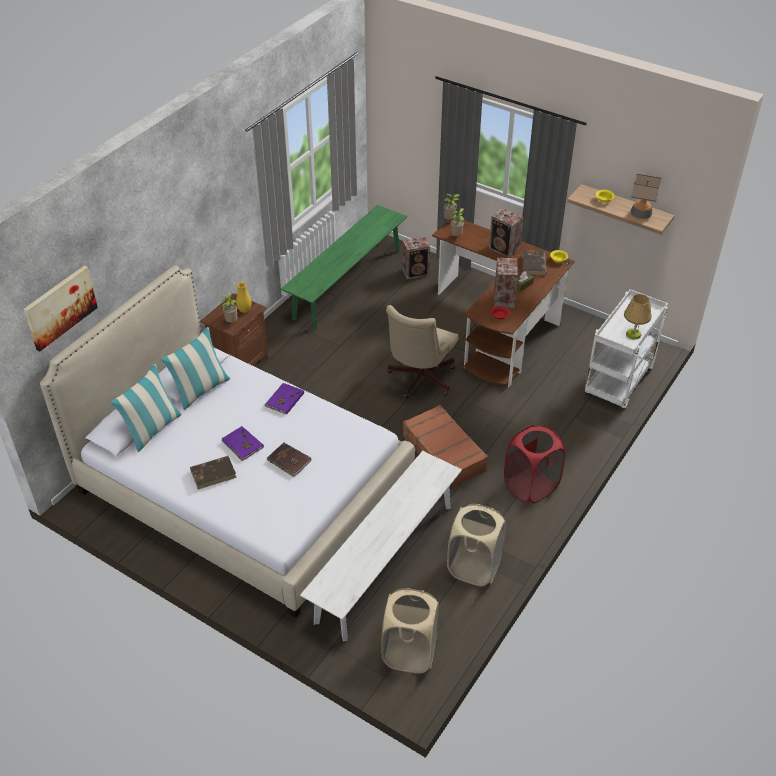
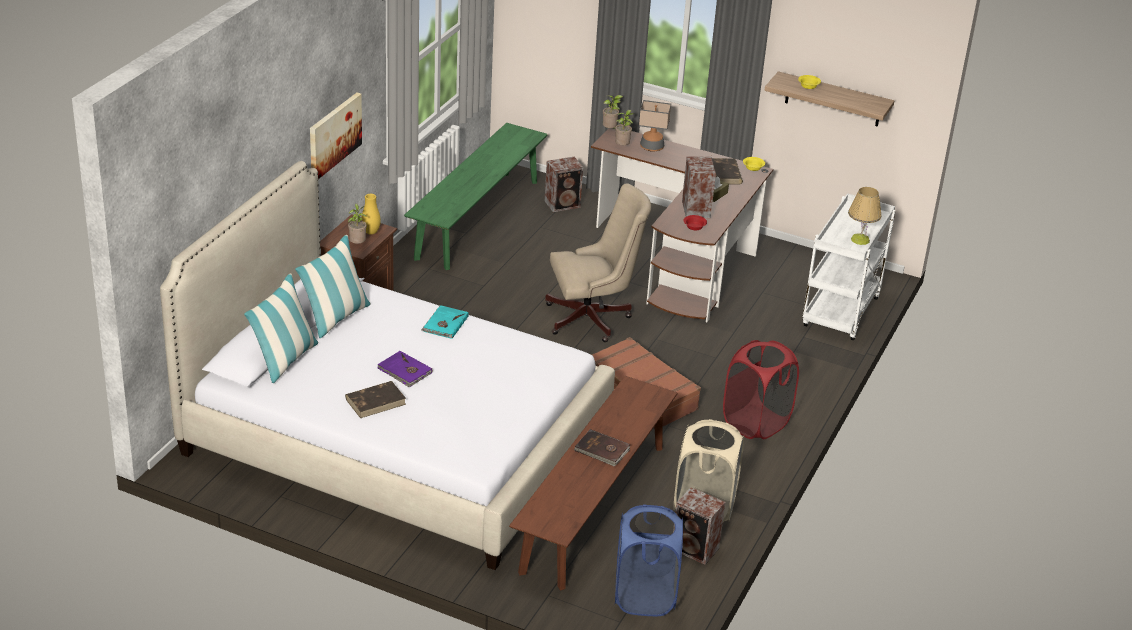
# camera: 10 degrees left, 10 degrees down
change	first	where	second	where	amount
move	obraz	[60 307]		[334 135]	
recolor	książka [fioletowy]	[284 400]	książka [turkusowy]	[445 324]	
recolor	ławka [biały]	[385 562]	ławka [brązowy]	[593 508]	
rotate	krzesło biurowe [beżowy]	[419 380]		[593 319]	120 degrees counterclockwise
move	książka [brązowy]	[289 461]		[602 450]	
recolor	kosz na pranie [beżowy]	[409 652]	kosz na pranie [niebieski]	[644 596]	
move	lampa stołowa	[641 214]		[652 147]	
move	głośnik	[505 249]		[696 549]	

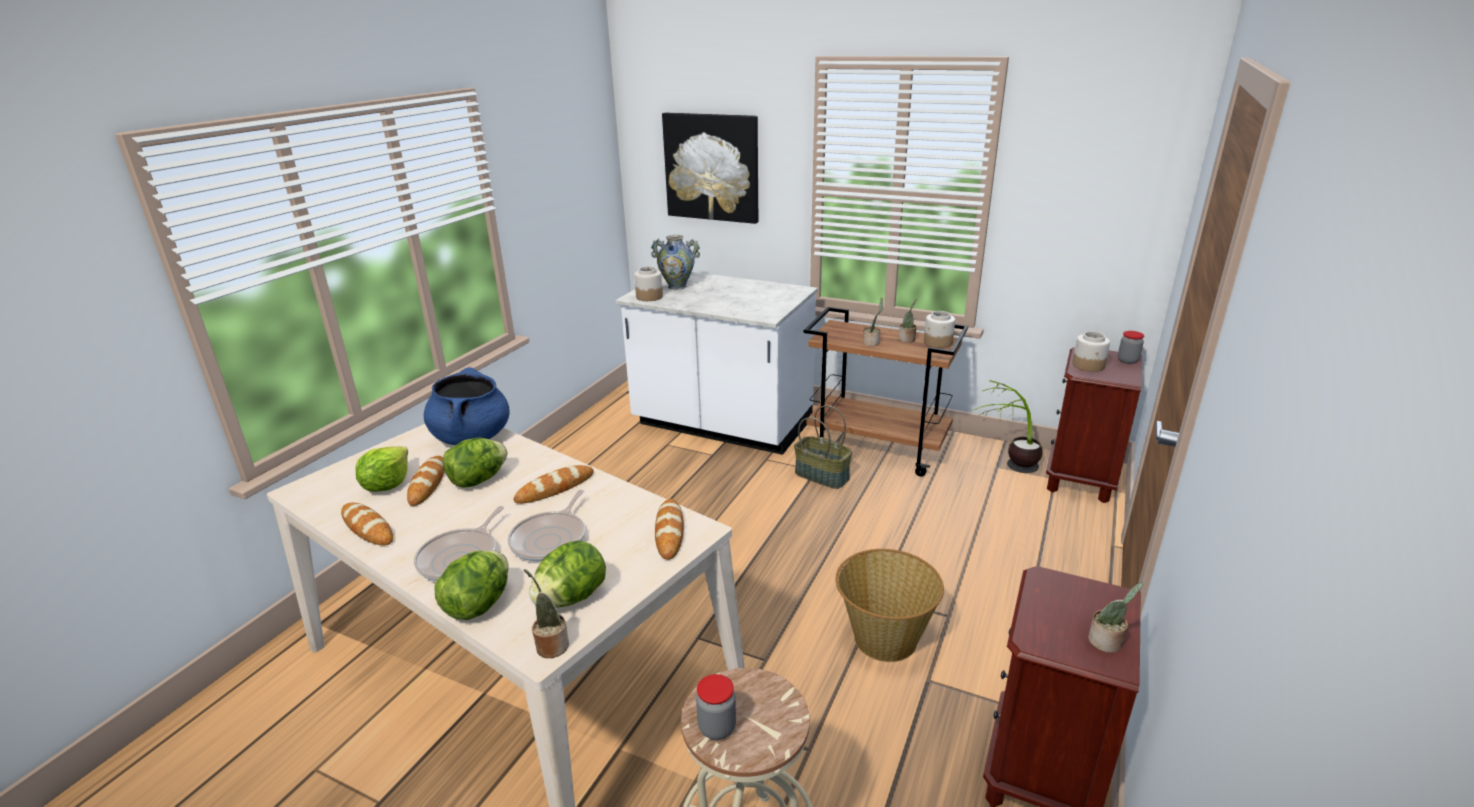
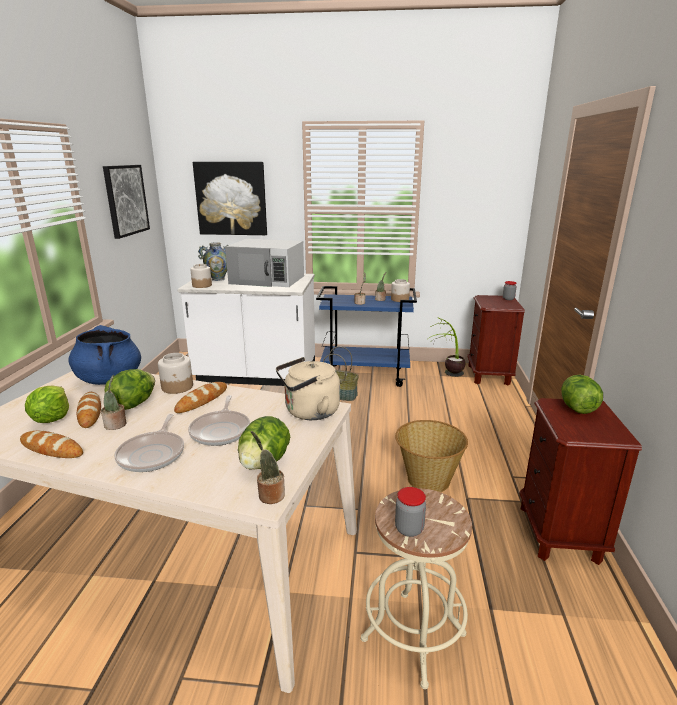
# camera: 20 degrees left, 5 degrees down
change	first	where	second	where	amount
move	roślina doniczkowa	[1107 643]		[116 425]	
insert			obraz	[126 200]	
move	słoik	[1088 366]		[177 387]	
insert			mikrofalówka [biały]	[268 280]	
replace	chleb	[669 532]	czajnik [beżowy]	[309 412]	
recolor	wózek [brązowy]	[878 448]	wózek [niebieski]	[366 375]	
move	sałata	[478 605]		[577 408]	

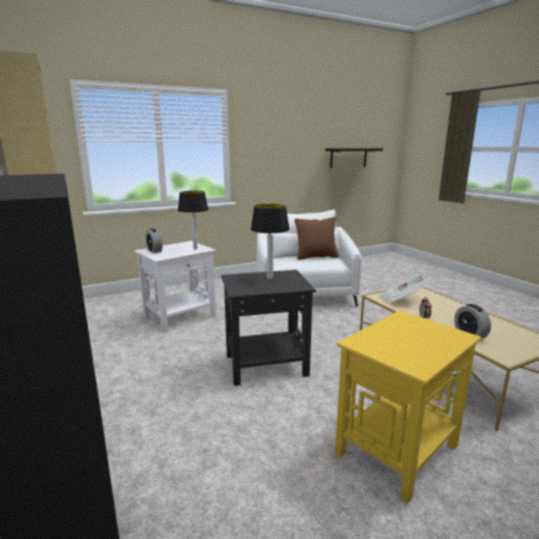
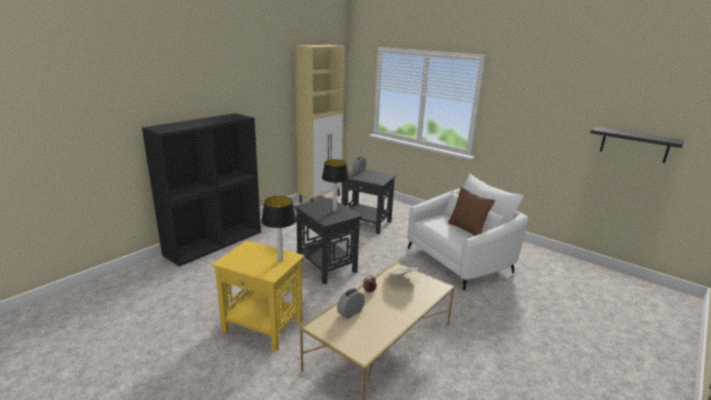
# camera: 65 degrees right, 5 degrees up
change	first	where	second	where	amount
move	lampa stołowa	[195 248]		[280 260]	
recolor	stolik [biały]	[181 316]	stolik [czarny]	[367 223]	

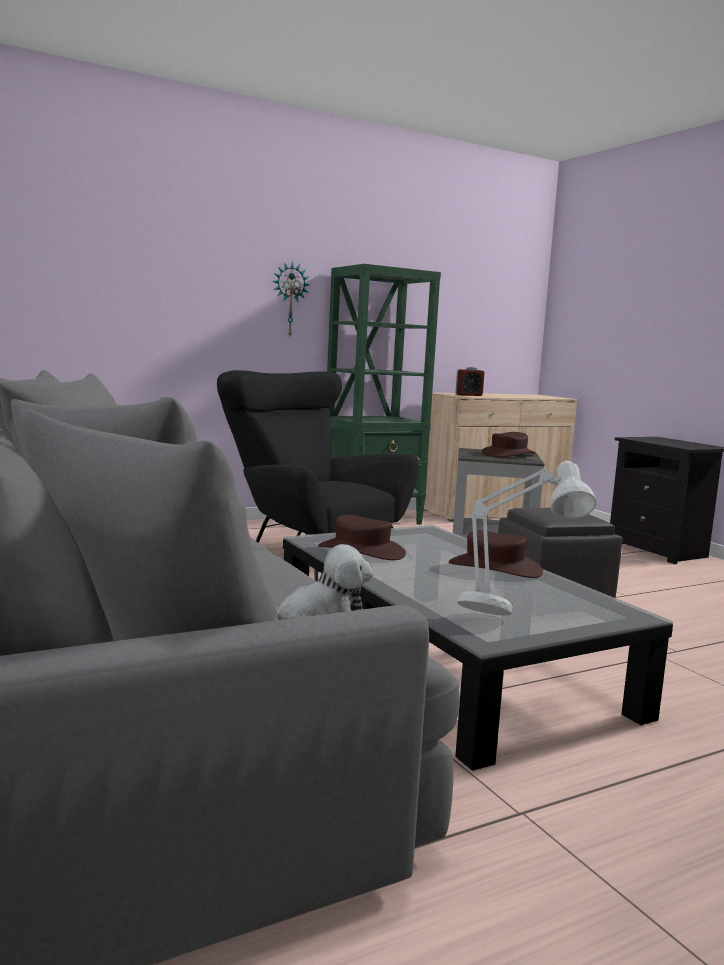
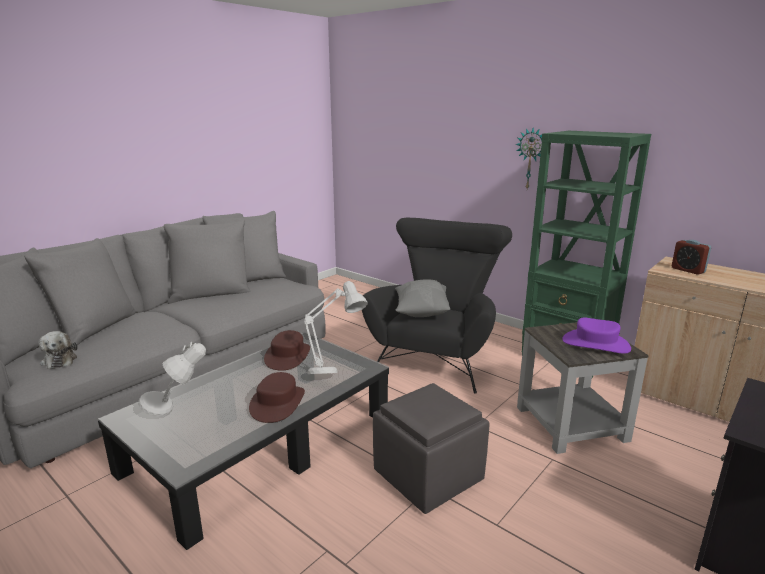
# camera: 70 degrees right, 10 degrees up
change	first	where	second	where	amount
insert			lampa stołowa [szary]	[334 366]	
insert			poduszka [szary]	[421 312]	
recolor	kapelusz [brązowy]	[508 454]	kapelusz [fioletowy]	[595 344]	

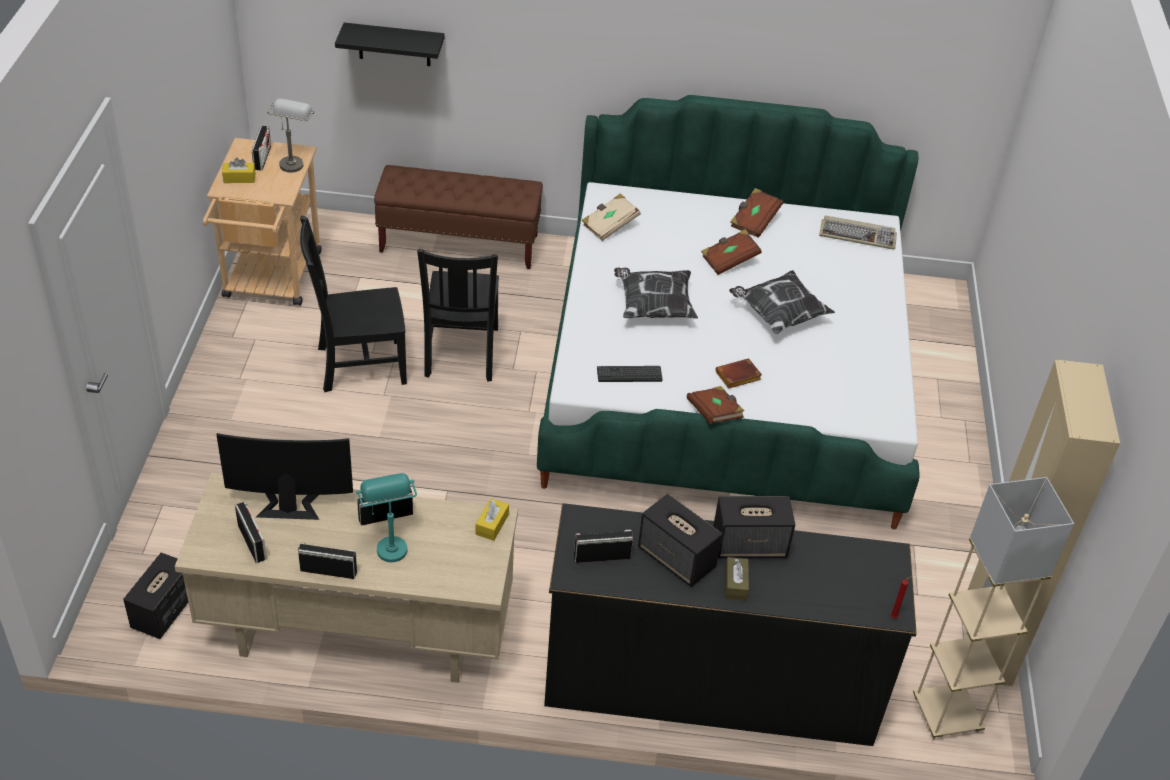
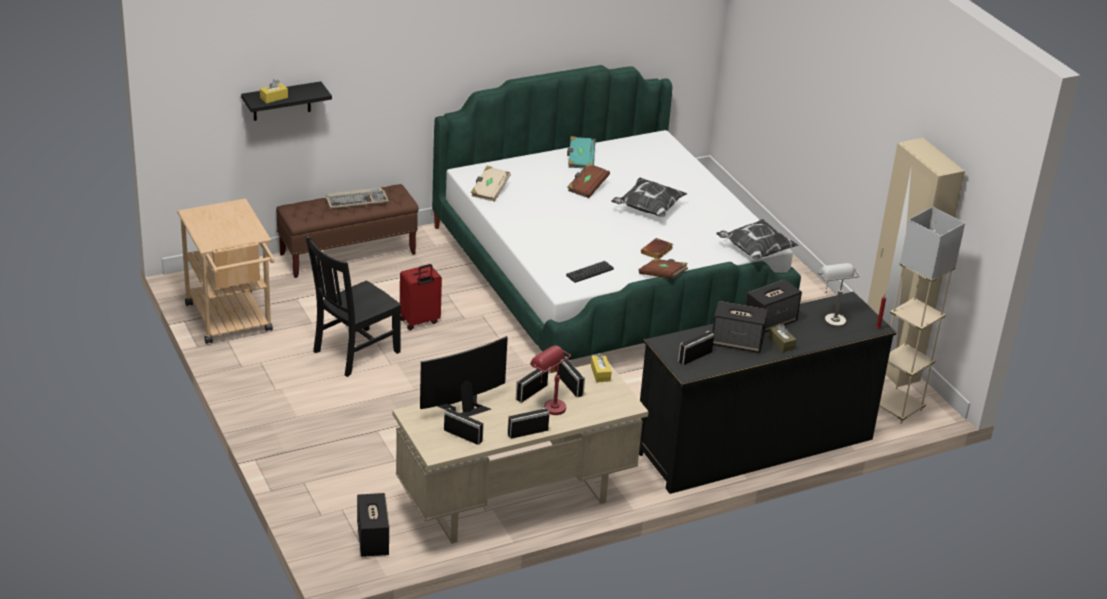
# camera: 30 degrees left, 10 degrees down
change	first	where	second	where	amount
move	pudełko chusteczek [żółty]	[239 178]		[274 98]	
move	klawiatura	[858 235]		[357 200]	
replace	krzesło [czarny]	[461 354]	walizka [czerwony]	[419 321]	
recolor	lampa stołowa [turkusowy]	[388 542]	lampa stołowa [czerwony]	[548 405]	
move	radio	[262 158]		[570 385]	
recolor	książka [brązowy]	[754 221]	książka [turkusowy]	[580 160]	
move	poduszka	[653 306]		[755 251]	
move	lampa stołowa [szary]	[293 160]		[831 317]	

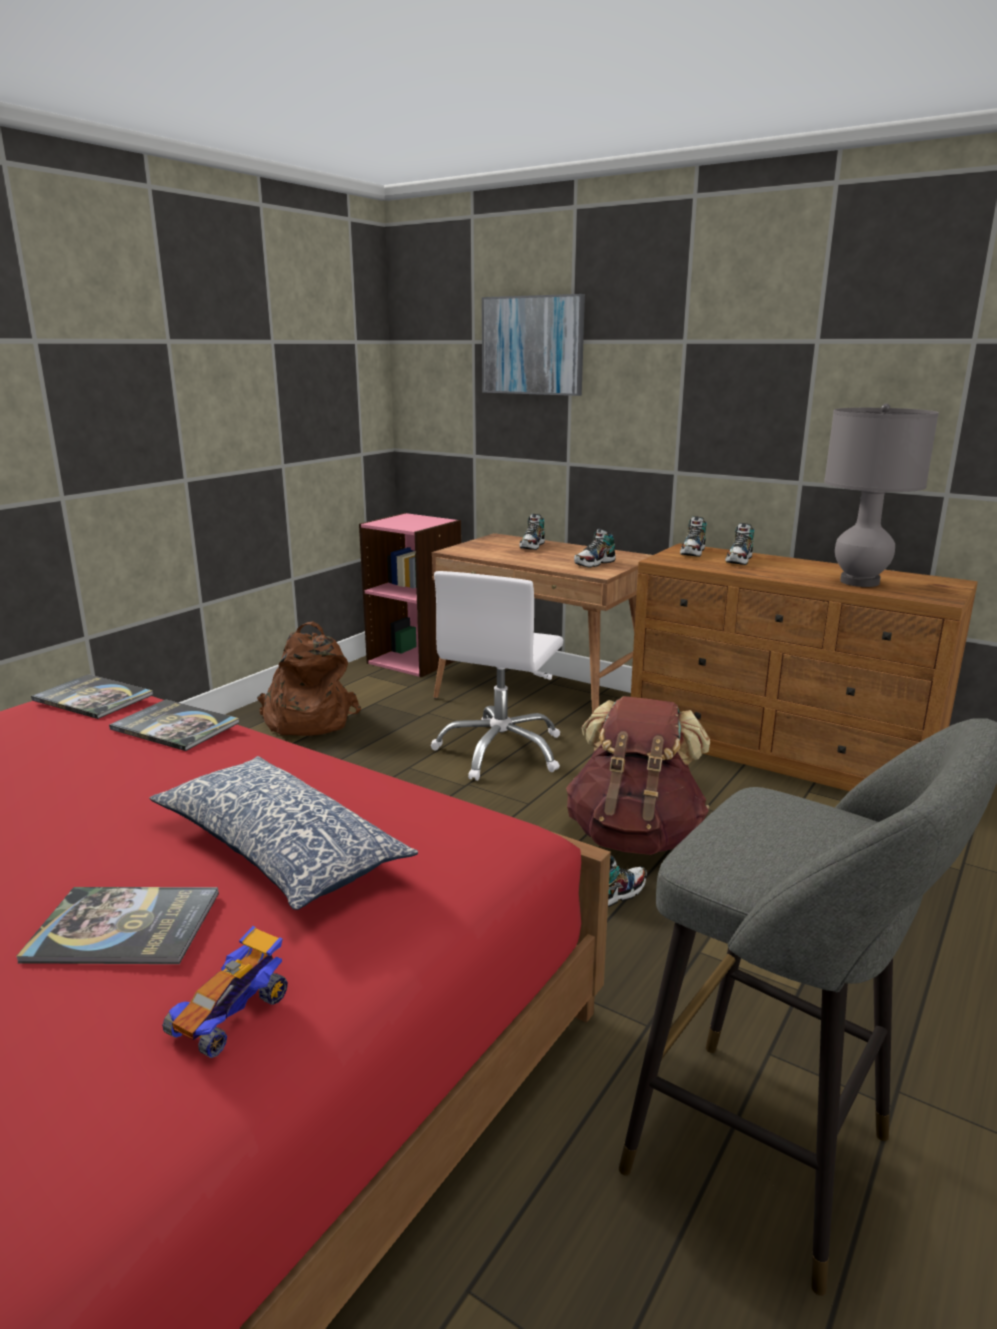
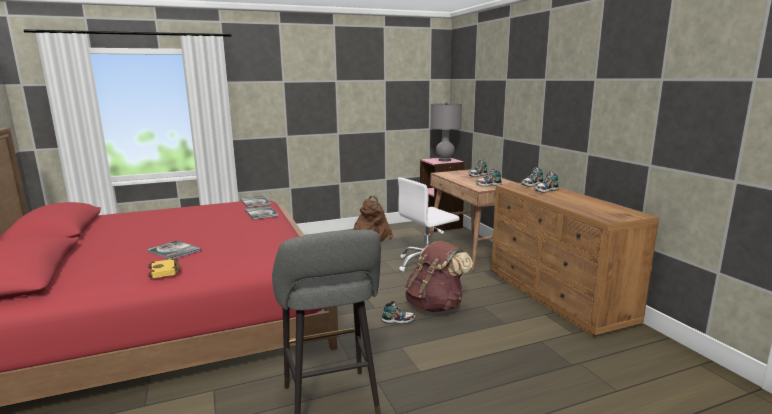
# camera: 35 degrees right, 5 degrees down
change	first	where	second	where	amount
replace	samochodzik	[230 1012]	książka [żółty]	[165 271]	
move	lampa stołowa [szary]	[860 582]		[445 160]	
delete	poduszka	[278 851]			
delete	obraz	[533 345]			

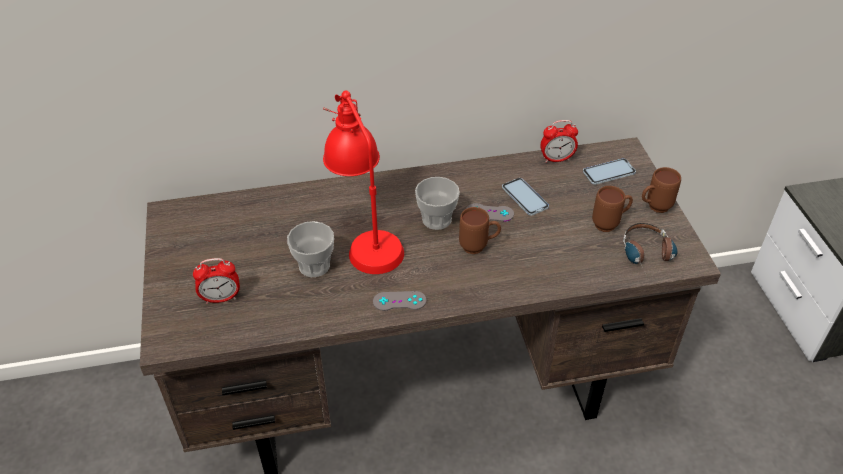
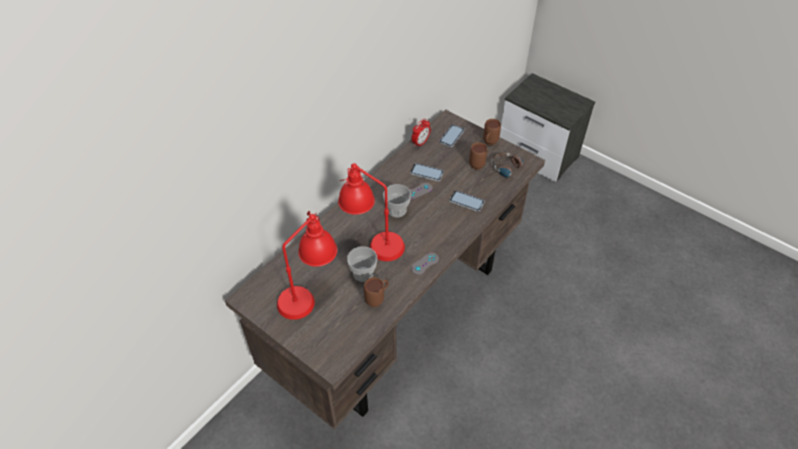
# camera: 40 degrees left, 5 degrees up
change	first	where	second	where	amount
insert			lampa stołowa [czerwony]	[309 294]	
move	kubek [brązowy]	[479 247]		[377 299]	
insert			telefon	[466 201]	
delete	budzik	[221 298]			

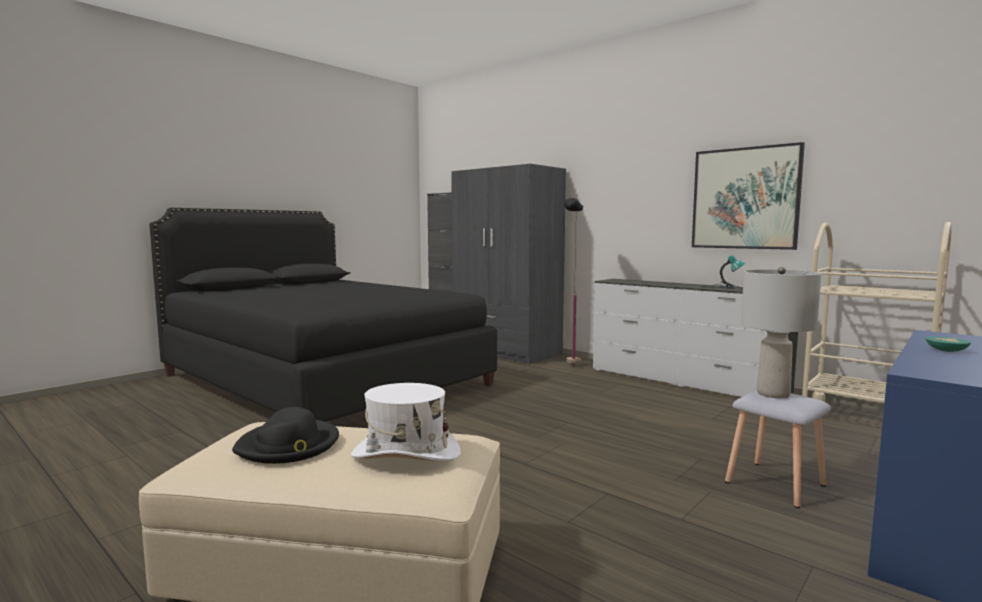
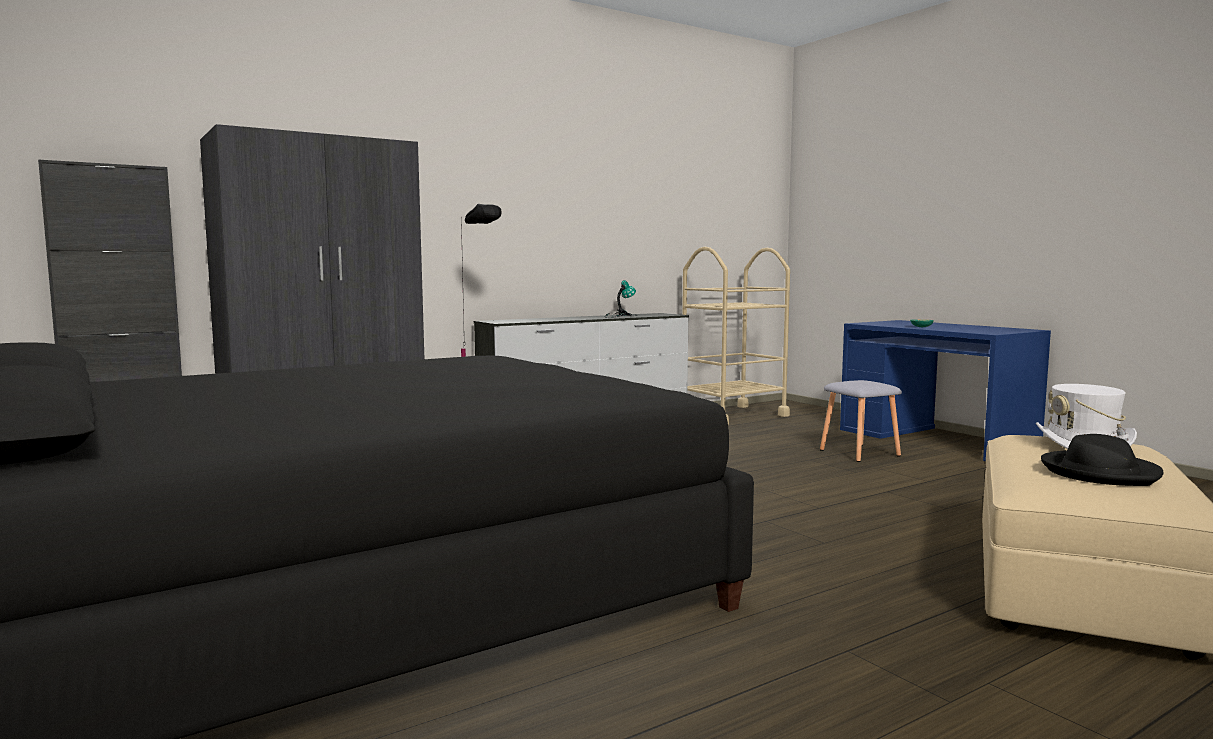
# camera: 75 degrees left, 0 degrees up
change	first	where	second	where	amount
delete	obraz	[745 198]			
delete	lampa stołowa [szary]	[773 394]			

